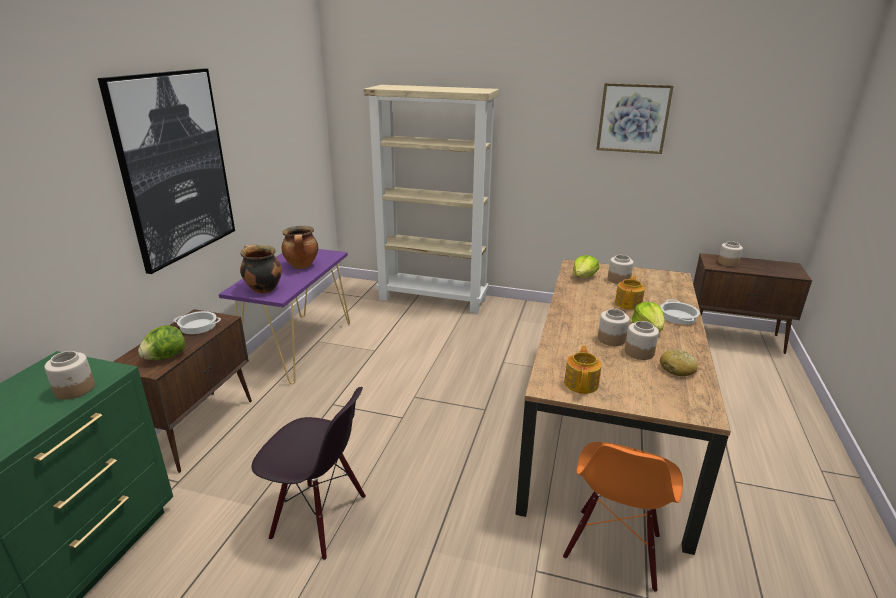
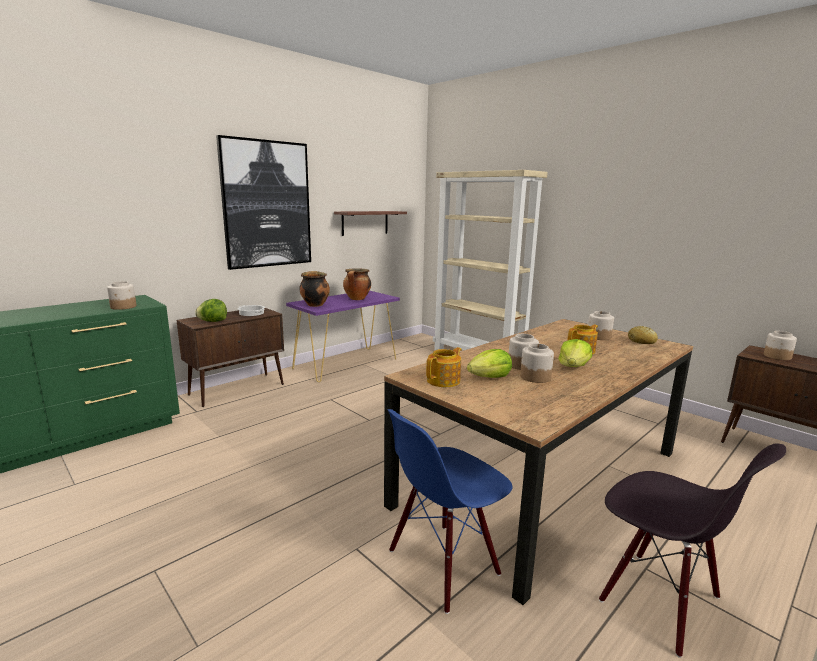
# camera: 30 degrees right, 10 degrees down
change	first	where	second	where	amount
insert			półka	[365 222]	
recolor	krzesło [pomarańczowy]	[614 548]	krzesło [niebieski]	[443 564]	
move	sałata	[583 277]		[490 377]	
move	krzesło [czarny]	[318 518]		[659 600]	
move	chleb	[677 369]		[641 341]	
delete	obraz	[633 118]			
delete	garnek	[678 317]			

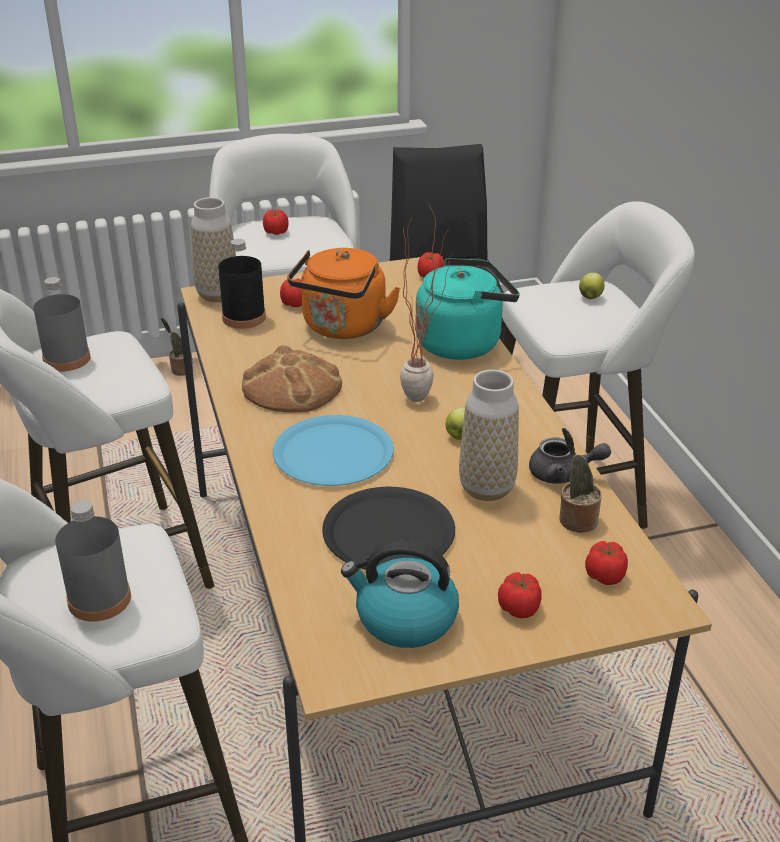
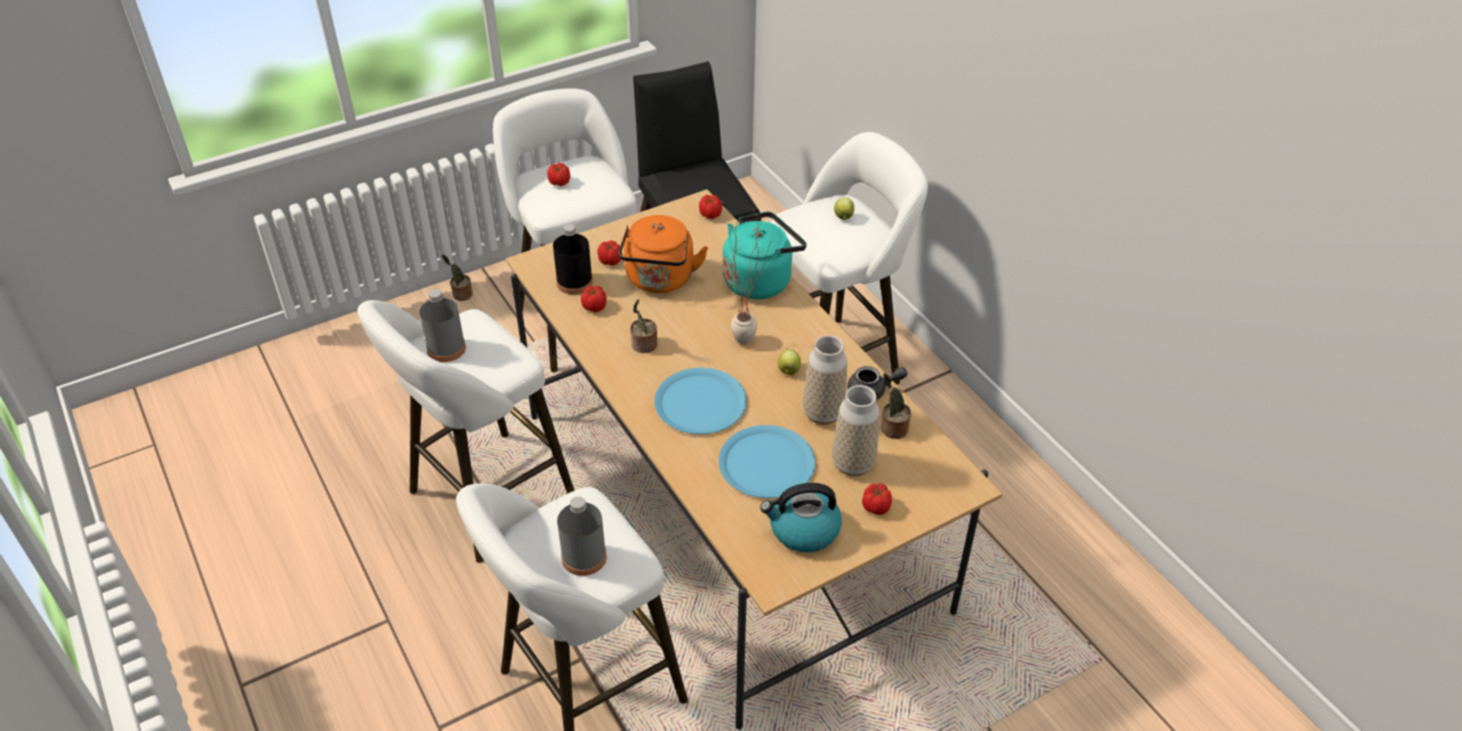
# camera: 15 degrees left, 10 degrees up
change	first	where	second	where	amount
move	pomidor	[605 575]		[595 306]	
replace	chleb	[292 386]	roślina doniczkowa	[643 345]	
recolor	talerz [czarny]	[388 532]	talerz [niebieski]	[766 463]	
move	wazon	[217 295]		[853 464]	

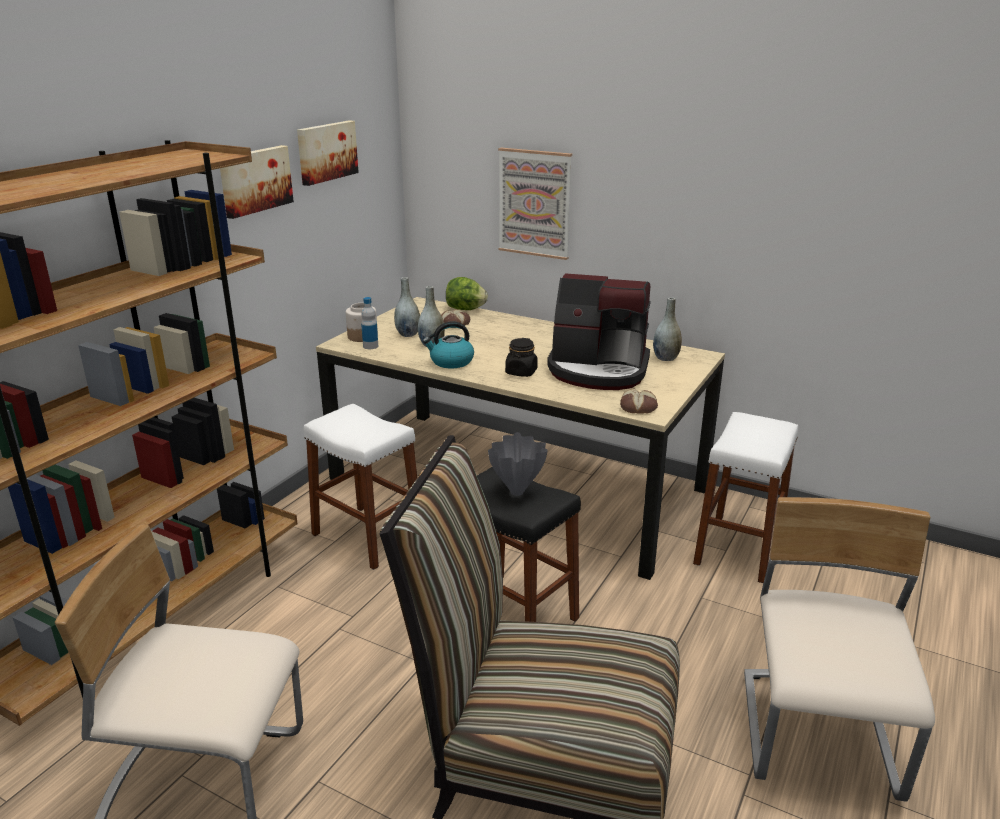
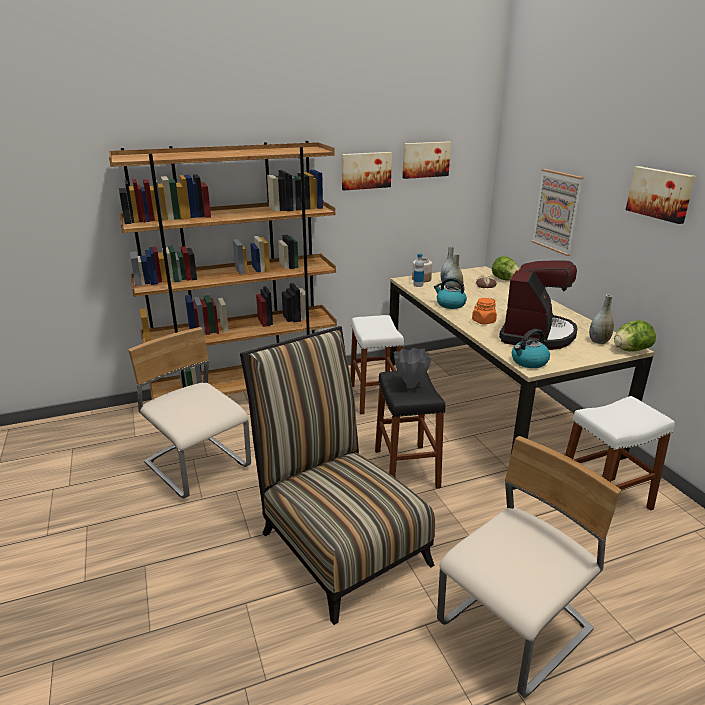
# camera: 40 degrees right, 0 degrees up
change	first	where	second	where	amount
recolor	słoik [czarny]	[521 372]	słoik [pomarańczowy]	[483 321]	
rotate	ekspres do kawy	[598 370]		[536 334]	120 degrees counterclockwise
replace	chleb	[639 407]	czajnik	[529 362]	
insert			sałata	[630 350]	
insert			obraz	[660 193]	

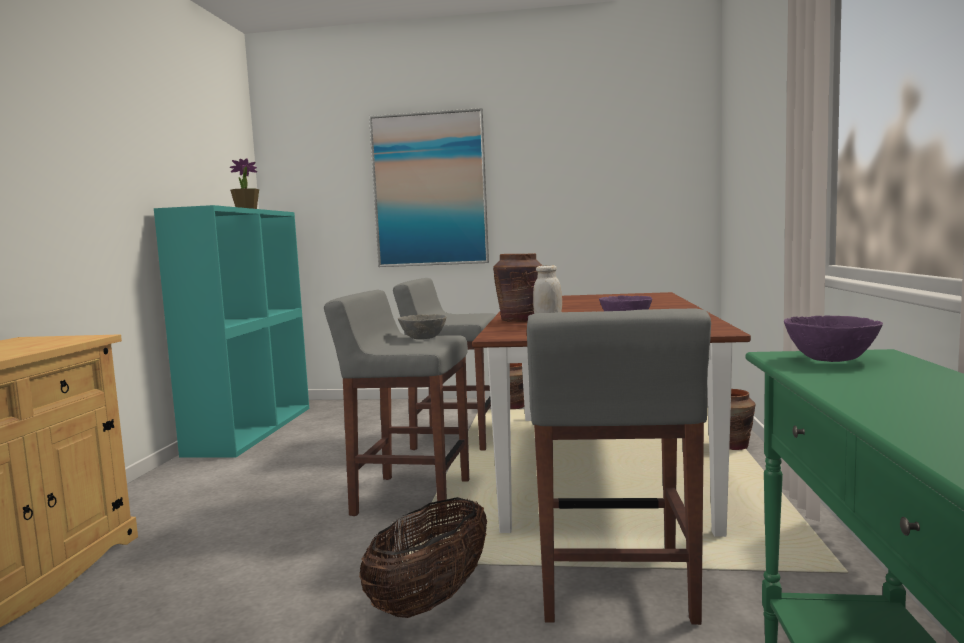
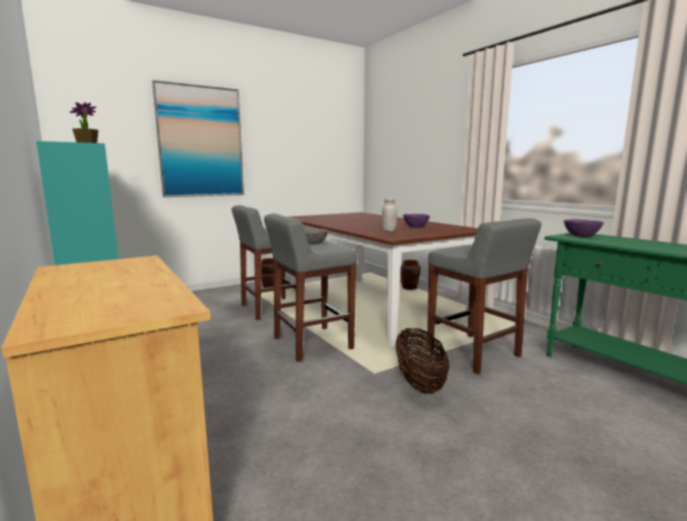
# camera: 40 degrees left, 5 degrees up
change	first	where	second	where	amount
delete	wazon [brązowy]	[519 320]			

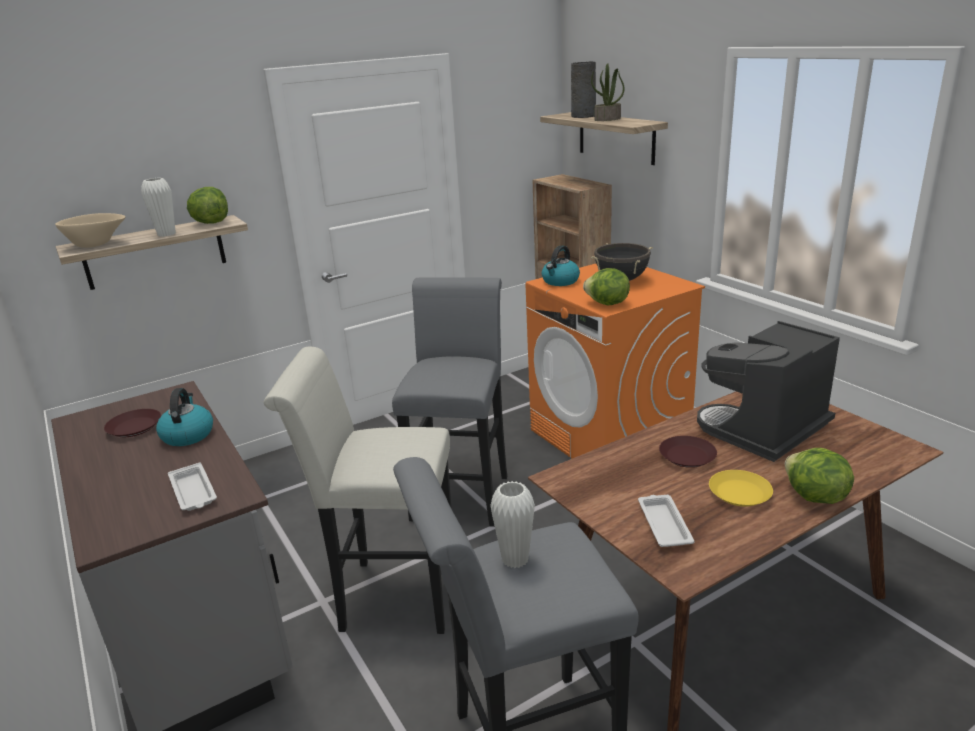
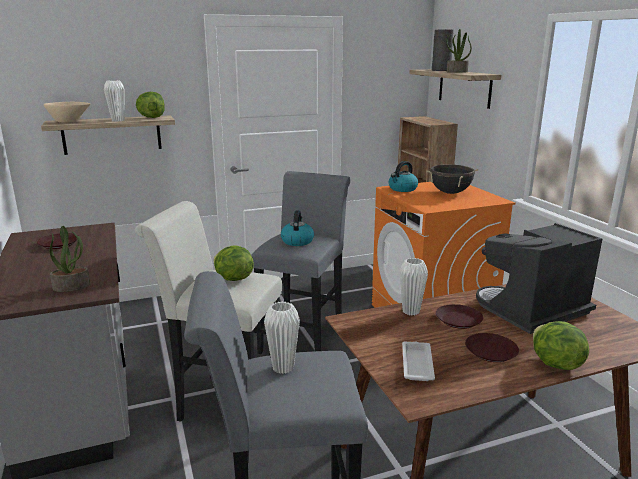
# camera: 10 degrees right, 5 degrees down
change	first	where	second	where	amount
replace	taca [biały]	[193 492]	roślina doniczkowa	[72 286]	
move	sałata	[607 304]		[233 279]	
move	czajnik	[187 435]		[297 241]	
insert			wazon [biały]	[411 311]	
recolor	talerz [żółty]	[739 493]	talerz [brązowy]	[490 351]	

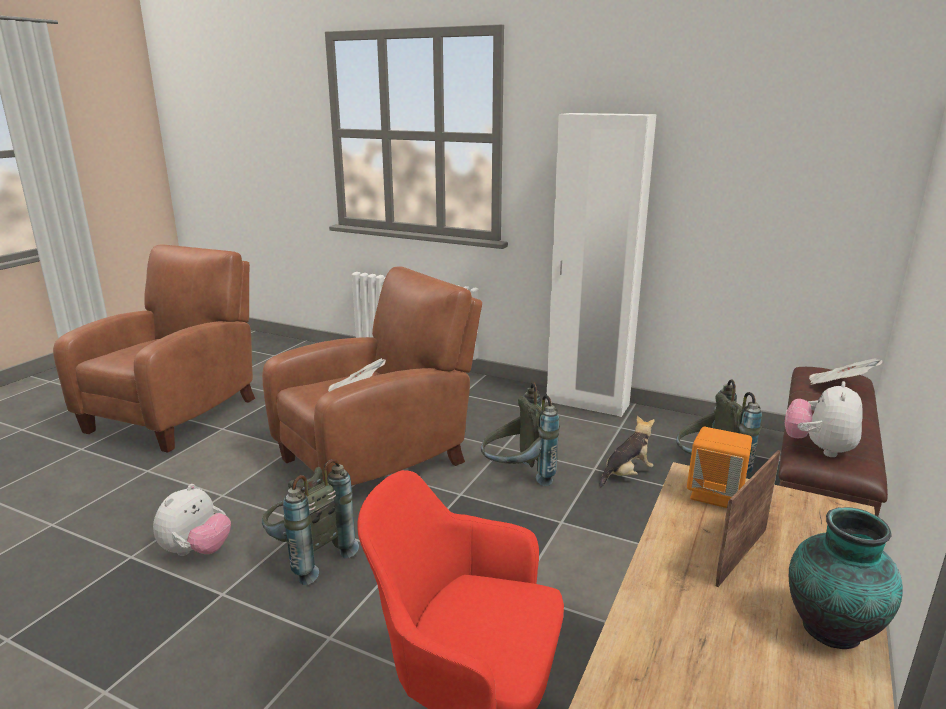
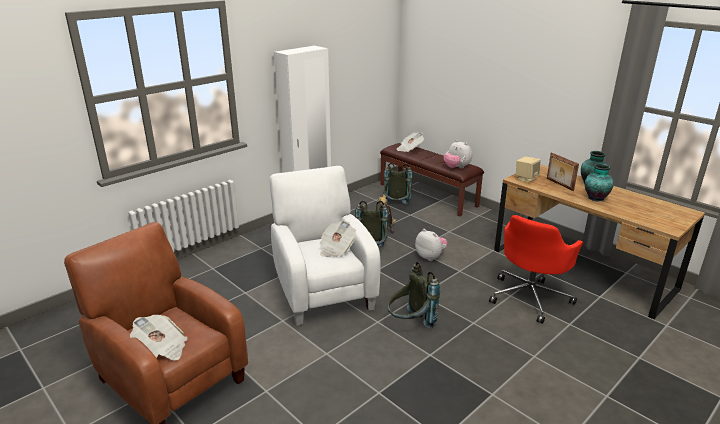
# camera: 70 degrees left, 5 degrees up
change	first	where	second	where	amount
insert			gazeta	[162 348]	
recolor	fotel [brązowy]	[379 459]	fotel [biały]	[322 289]	
move	pluszak	[197 551]		[430 257]	
recolor	głośnik [pomarańczowy]	[715 494]	głośnik [beżowy]	[526 179]	
insert			wazon	[595 198]	

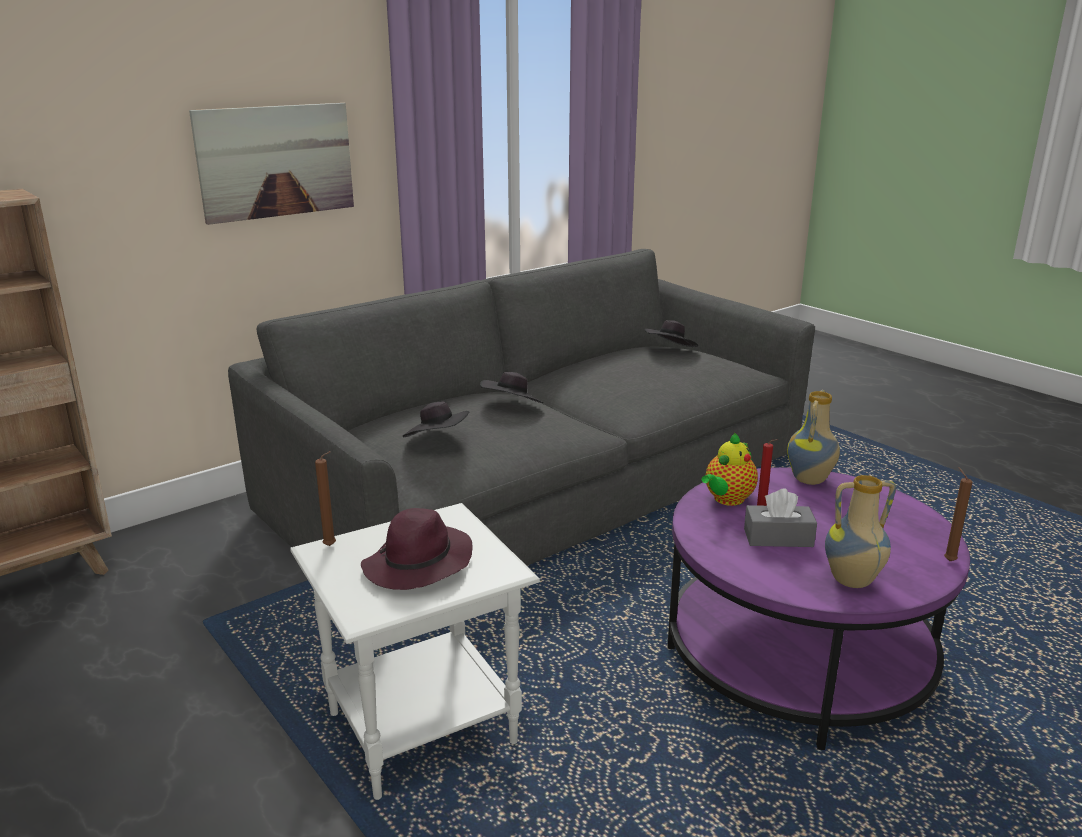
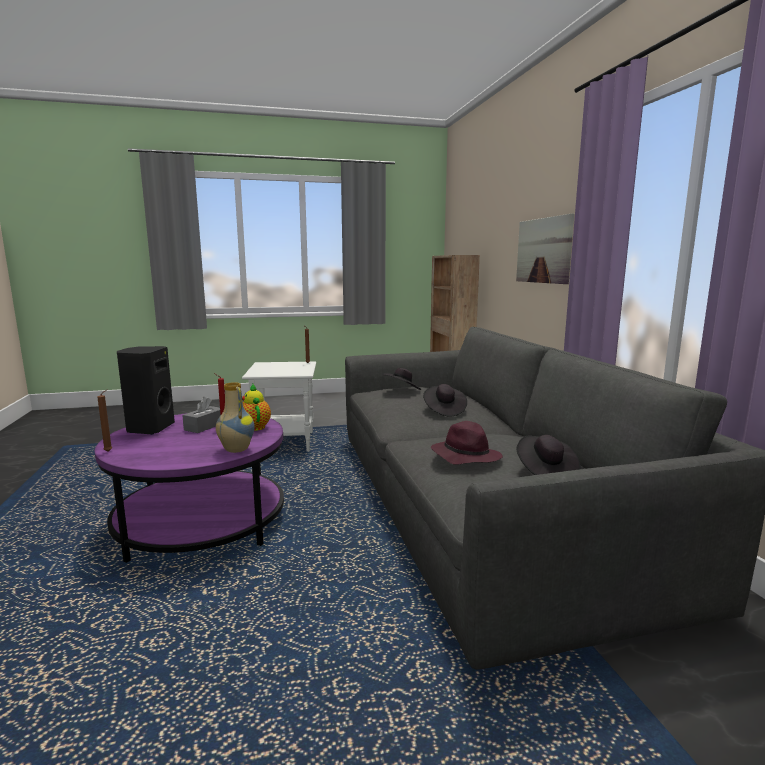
# camera: 115 degrees right, 10 degrees down
change	first	where	second	where	amount
replace	wazon	[852 581]	głośnik [czarny]	[149 428]	
move	kapelusz [fioletowy]	[418 565]		[464 456]	

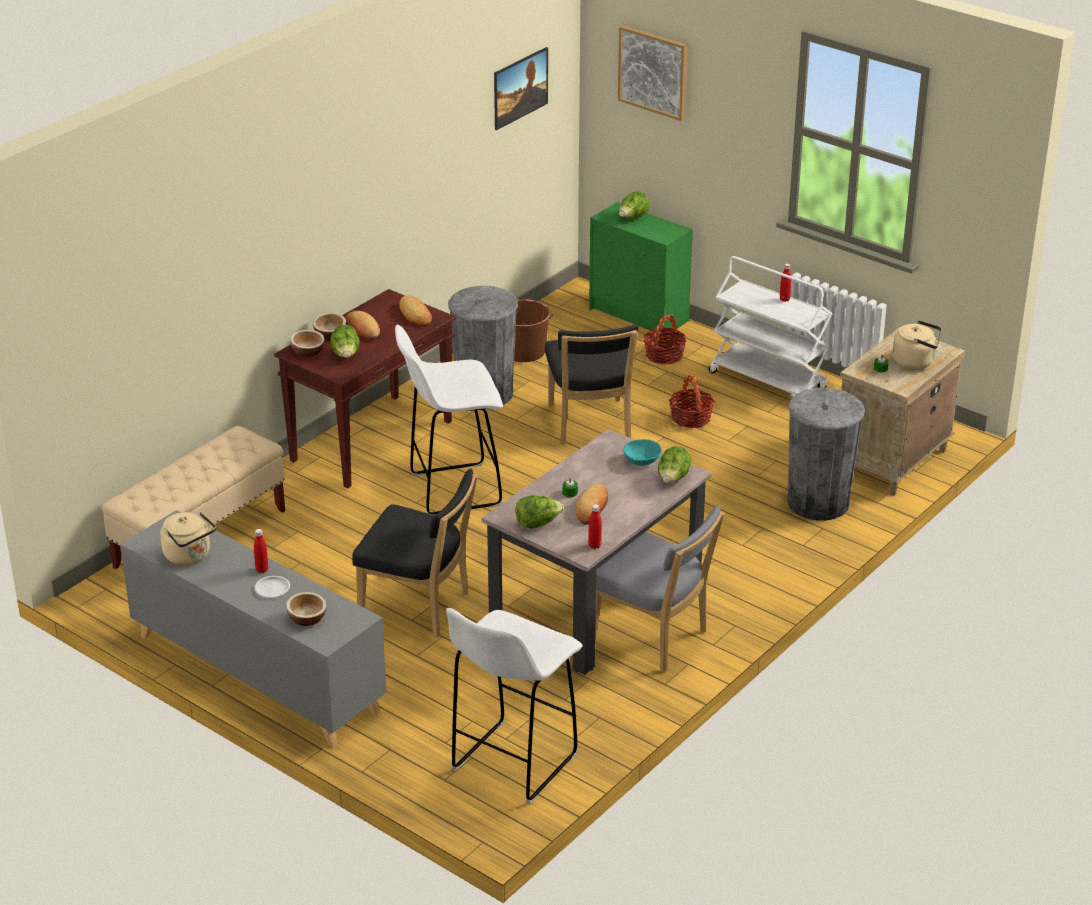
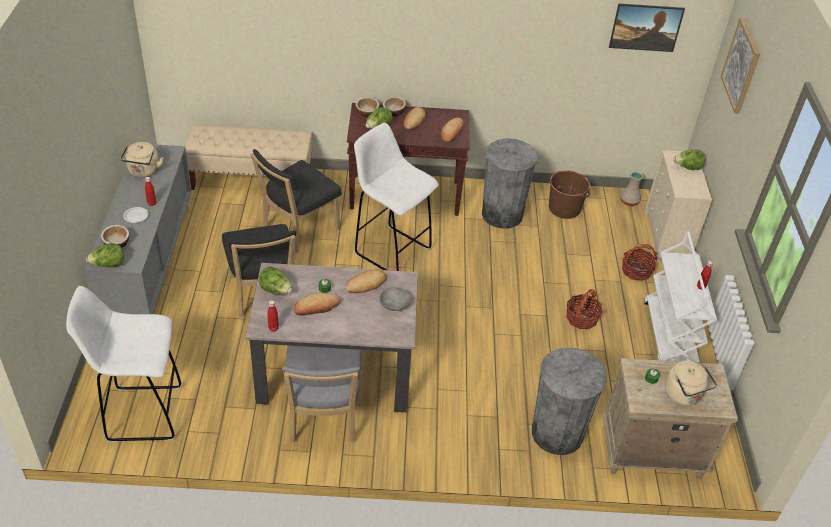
# camera: 50 degrees right, 10 degrees up
change	first	where	second	where	amount
move	sałata	[673 479]		[108 265]	
move	krzesło [czarny]	[590 425]		[298 229]	
insert			chleb	[366 284]	
recolor	miska [turkusowy]	[642 461]	miska [szary]	[395 305]	
insert			wazon [beżowy]	[629 201]	
recolor	komoda [zielony]	[639 315]	komoda [beżowy]	[666 238]	

